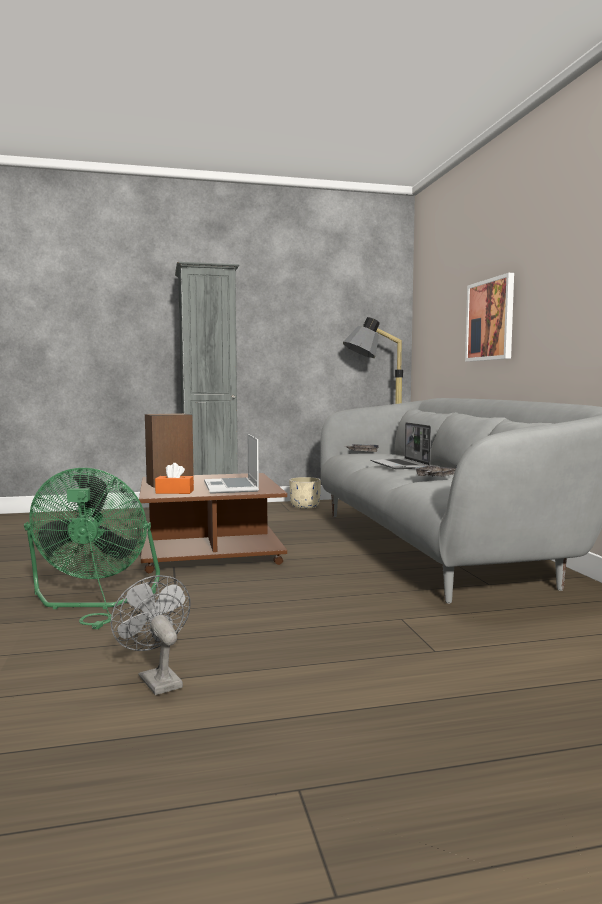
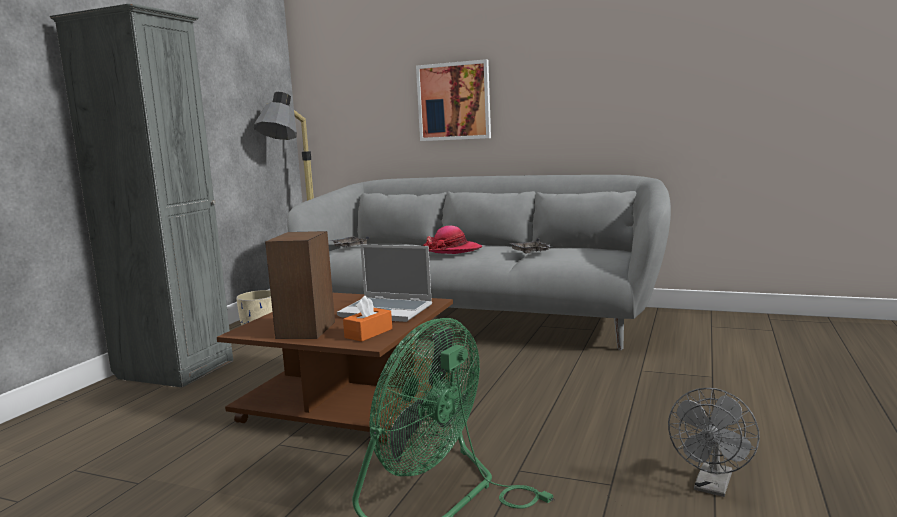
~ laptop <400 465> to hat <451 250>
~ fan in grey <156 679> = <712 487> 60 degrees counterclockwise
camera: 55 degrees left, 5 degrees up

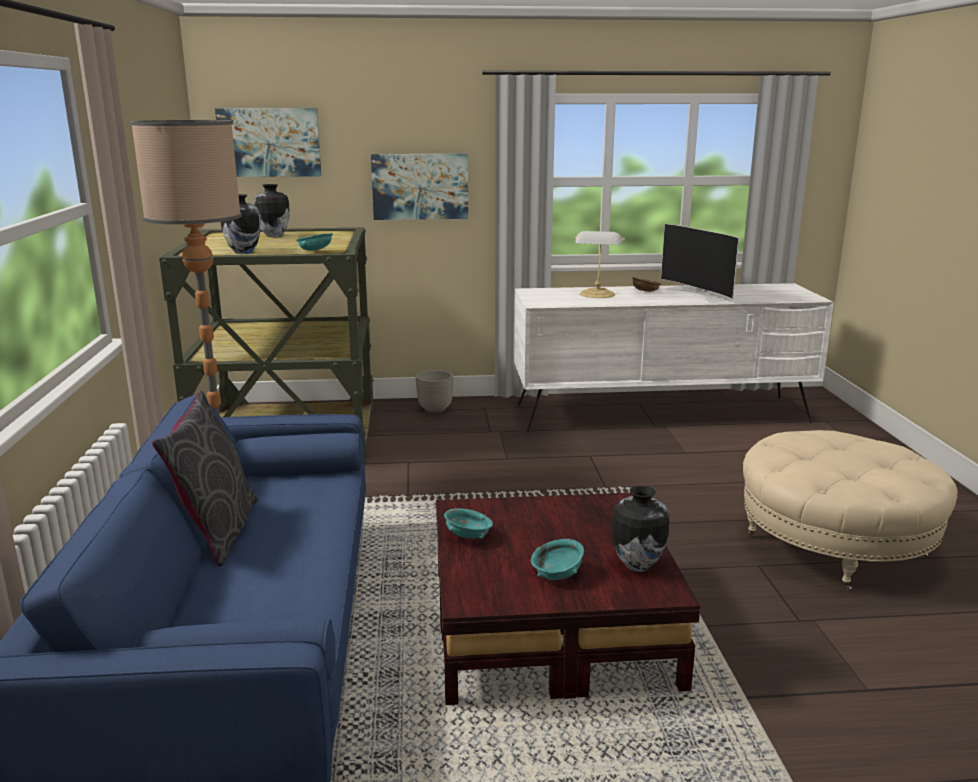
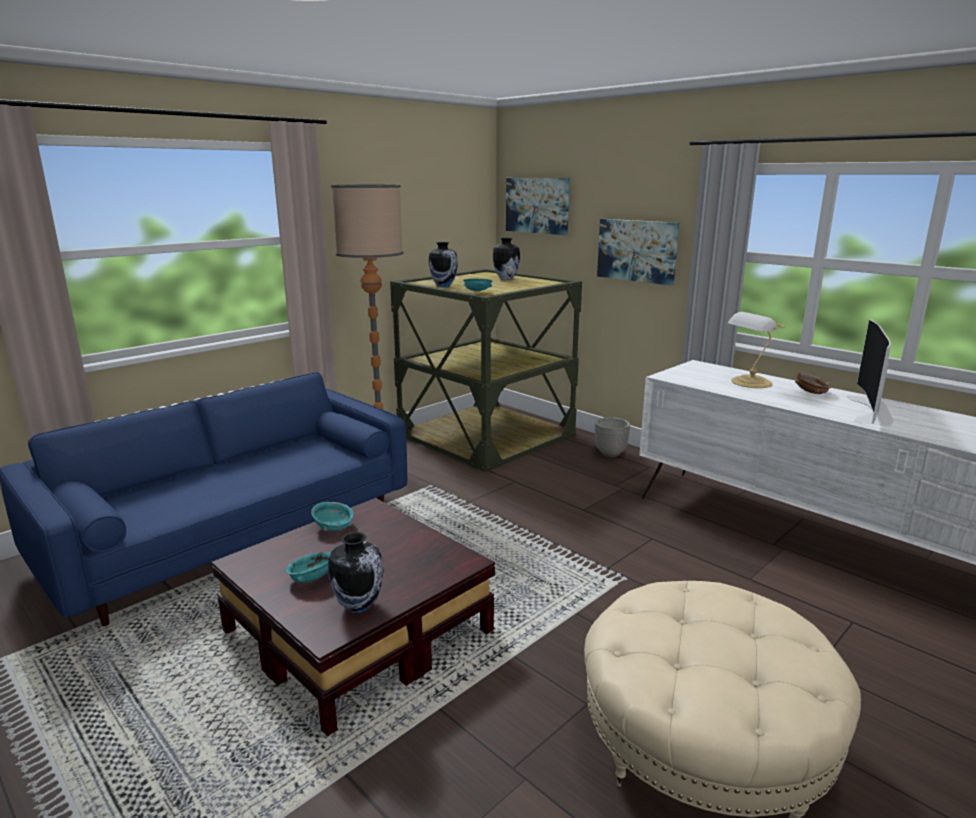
- pillow in grey <217 532>
camera: 50 degrees right, 0 degrees up

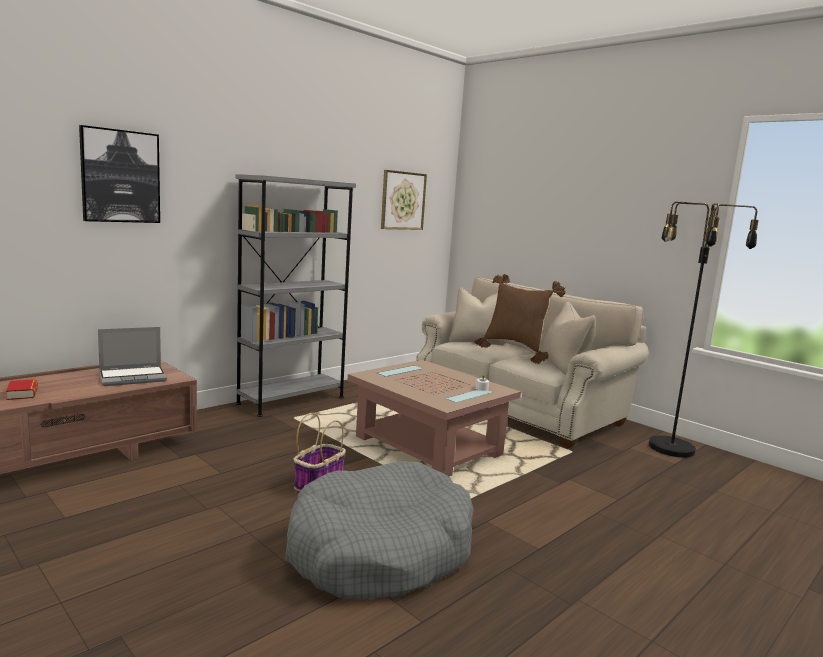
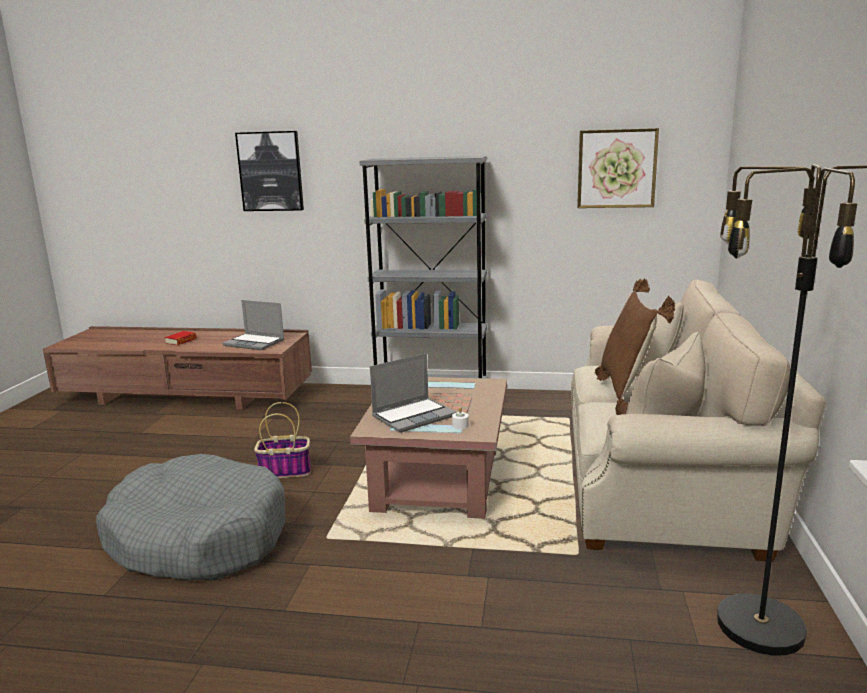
+ laptop <414 416>
camera: 55 degrees right, 5 degrees up

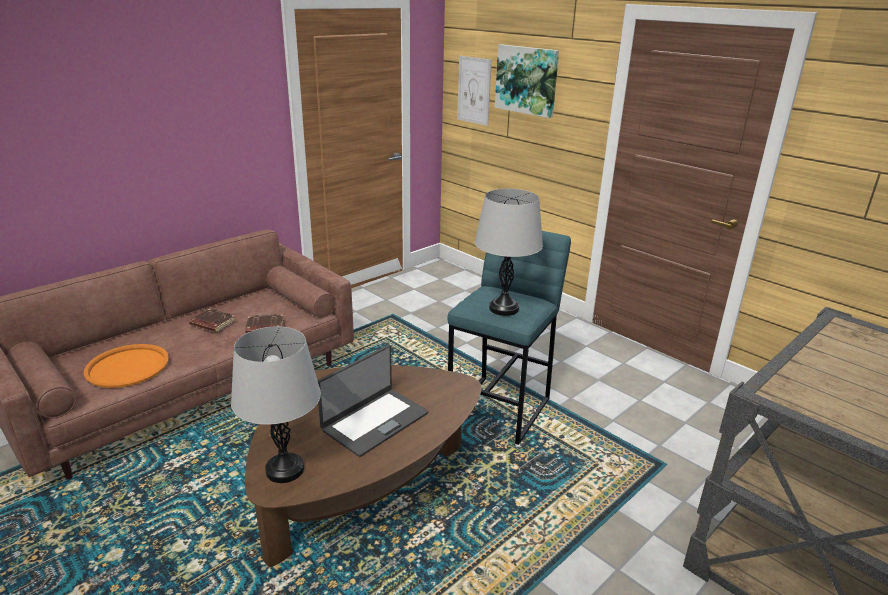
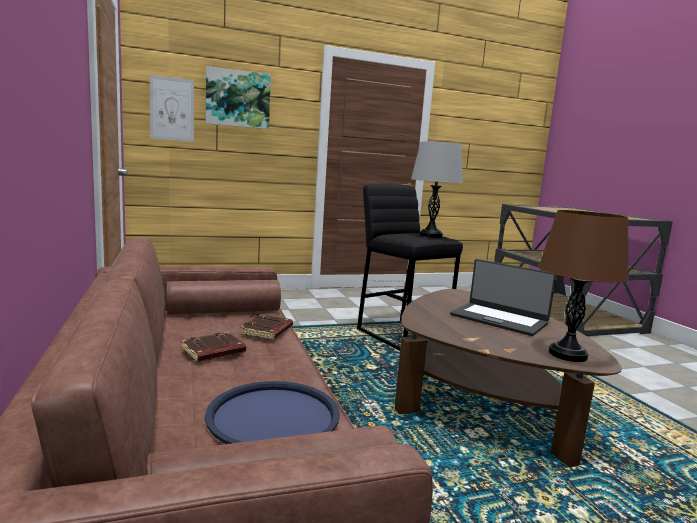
~ tray in orange <127 367> to tray in blue <273 416>
~ table lamp in grey <285 470> to table lamp in brown <567 354>
~ stool in turquoise <500 408> to stool in black <400 335>
~ laptop <374 421> = <499 319> 150 degrees clockwise
camera: 65 degrees left, 15 degrees down

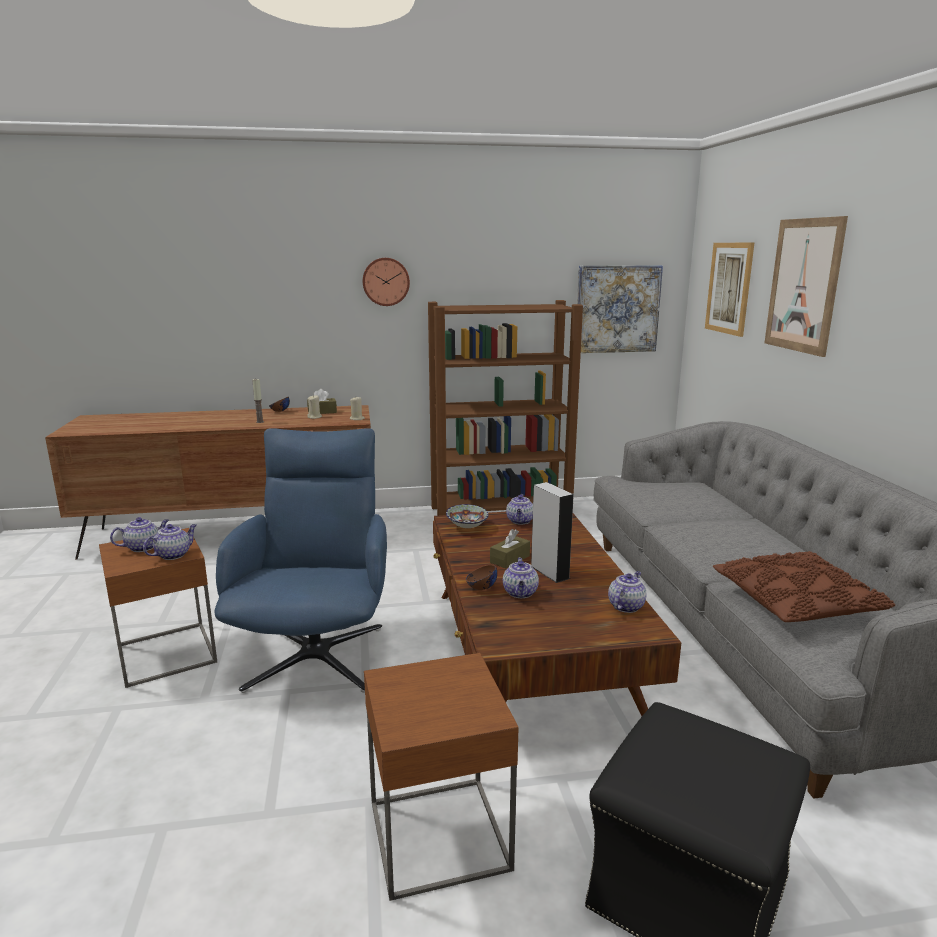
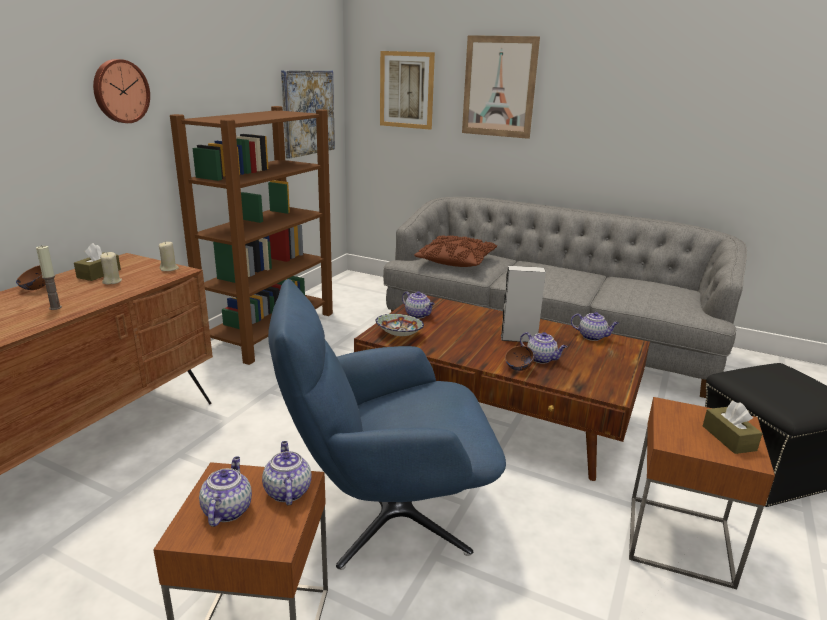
~ tissue box in brown <510 559> to <728 438>
~ pillow in brown <796 603> to <456 261>
~ armchair in blue <318 654> = <390 513> 45 degrees counterclockwise
~ teapot <626 606> = <592 337> 135 degrees clockwise
camera: 55 degrees left, 5 degrees up

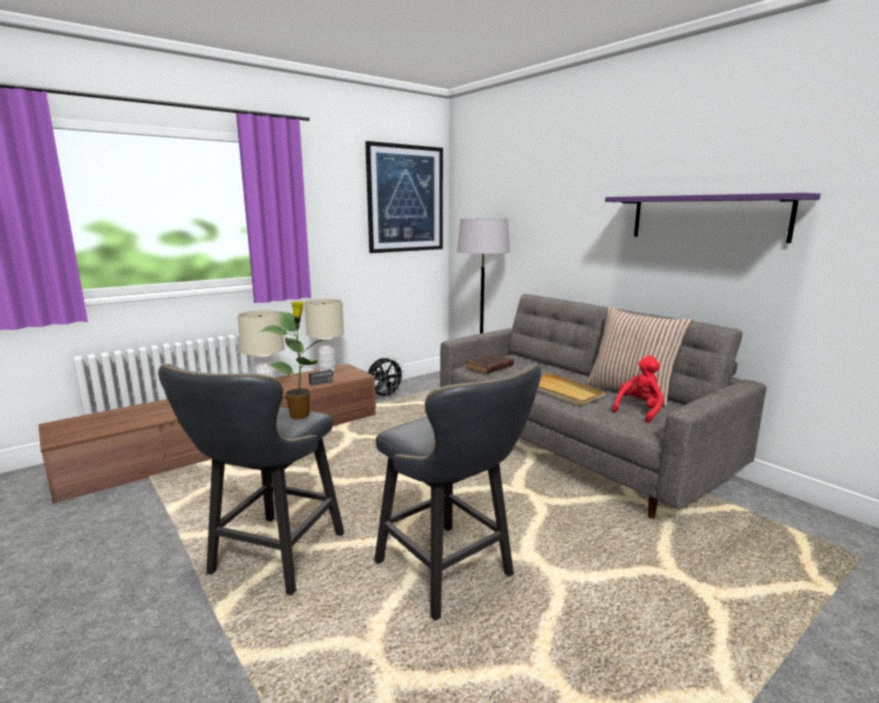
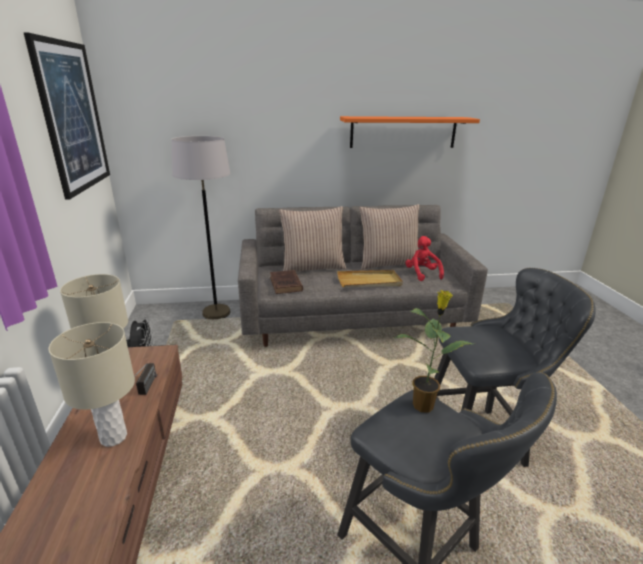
+ pillow <313 267>
~ shelf in purple <706 217> to shelf in orange <403 132>
camera: 60 degrees left, 10 degrees up

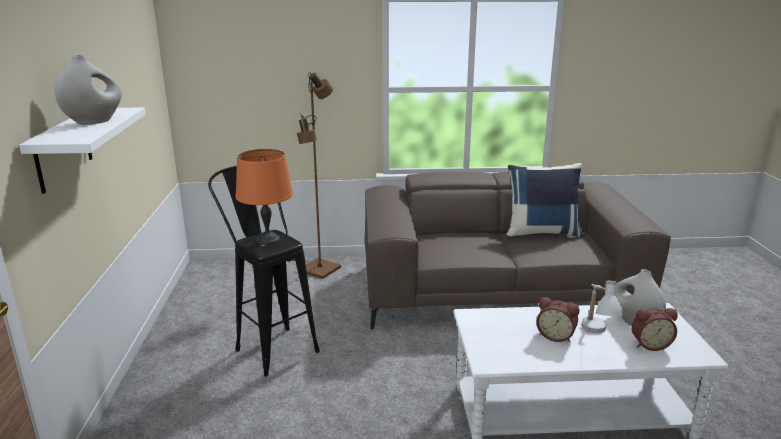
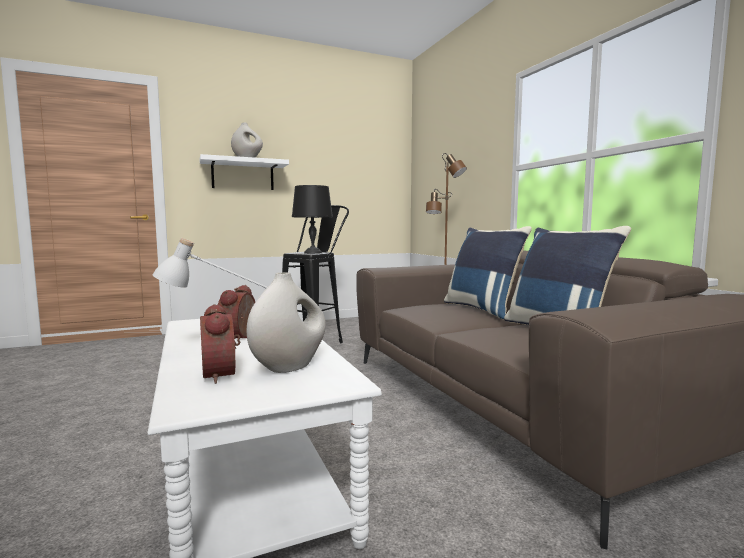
+ pillow in blue <483 309>
~ table lamp in orange <268 240> to table lamp in black <312 253>
camera: 70 degrees right, 15 degrees down

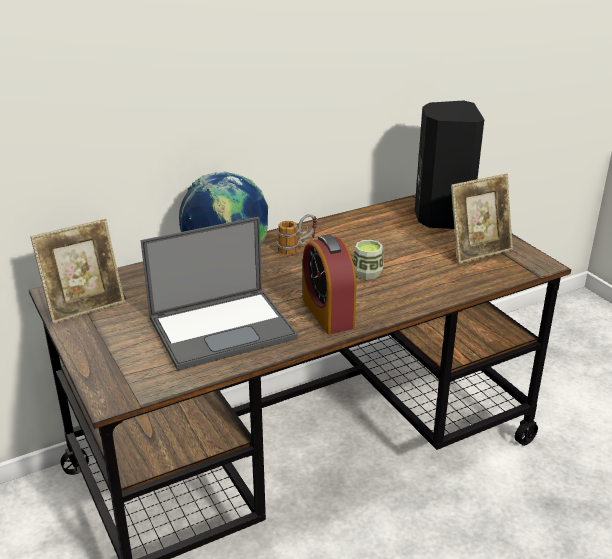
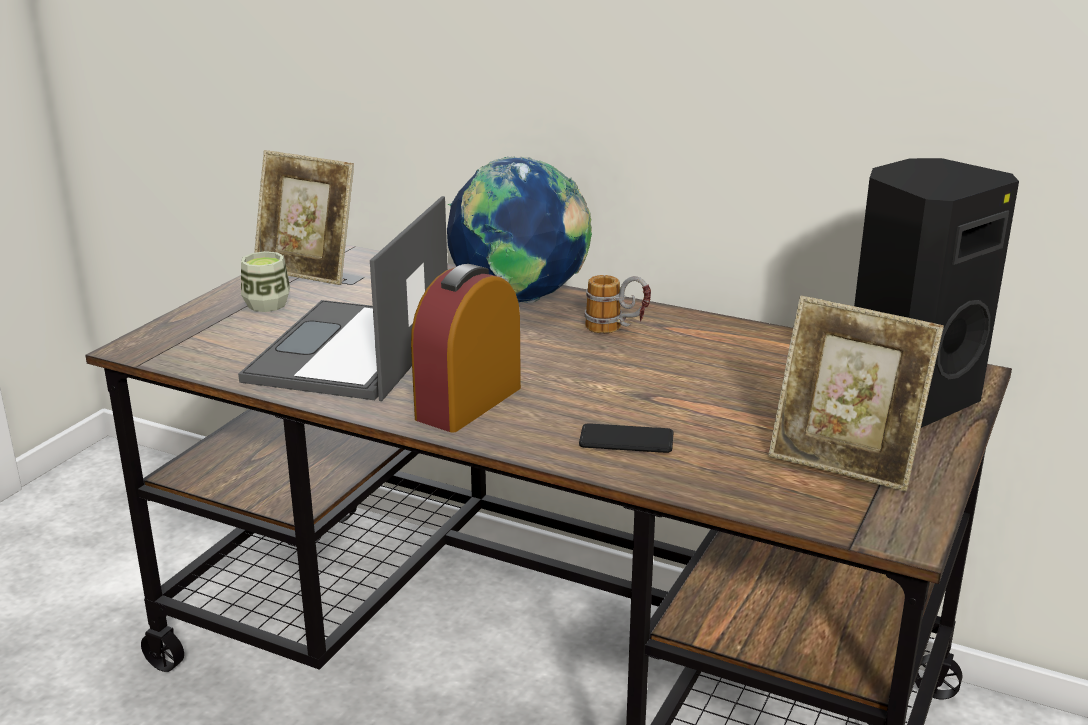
+ phone <626 440>
~ cup <367 273> to <267 304>
~ laptop <223 328> = <350 352> 75 degrees clockwise
camera: 55 degrees right, 5 degrees down

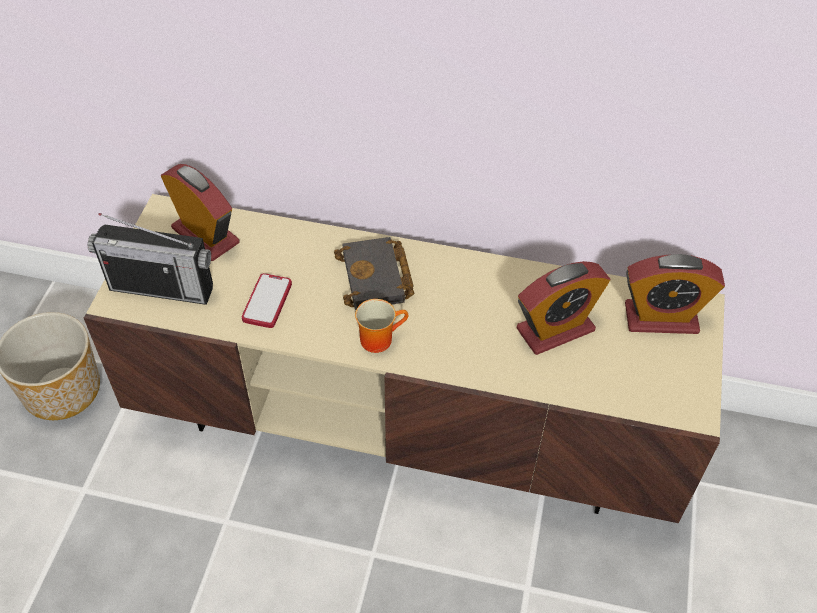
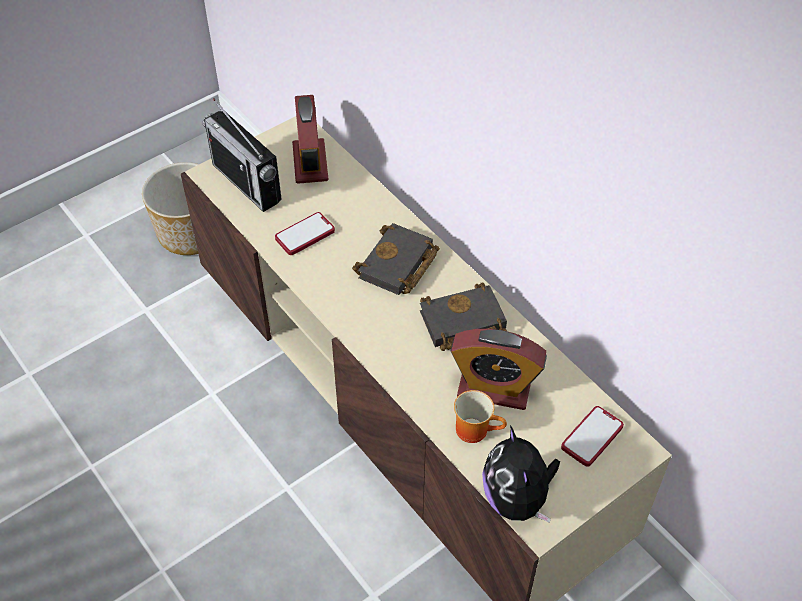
+ book in black <461 324>
+ plush toy <517 499>
~ mug <379 337> to <476 429>
~ alarm clock <661 318> to phone <592 437>
camera: 40 degrees right, 0 degrees up

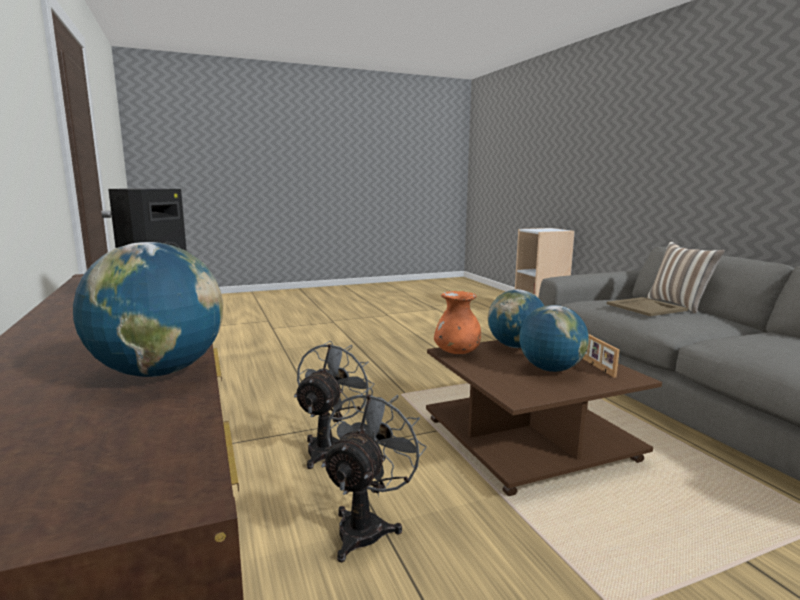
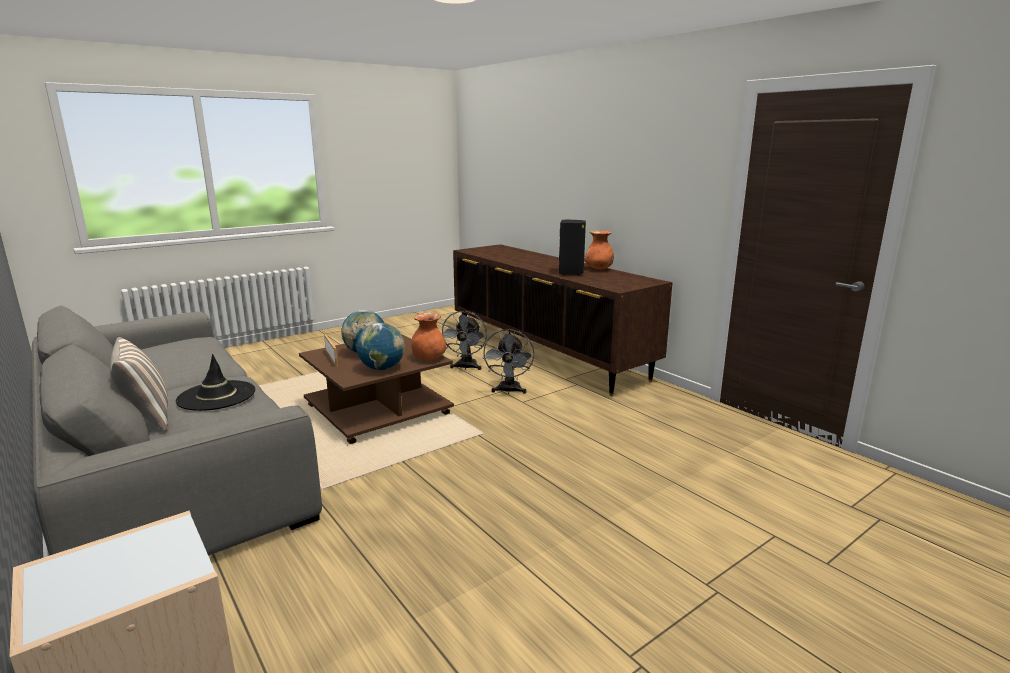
- globe <159 373>
+ vase in orange <598 269>
~ tray in beige <646 307> to hat in black <216 396>
camera: 165 degrees right, 5 degrees up

